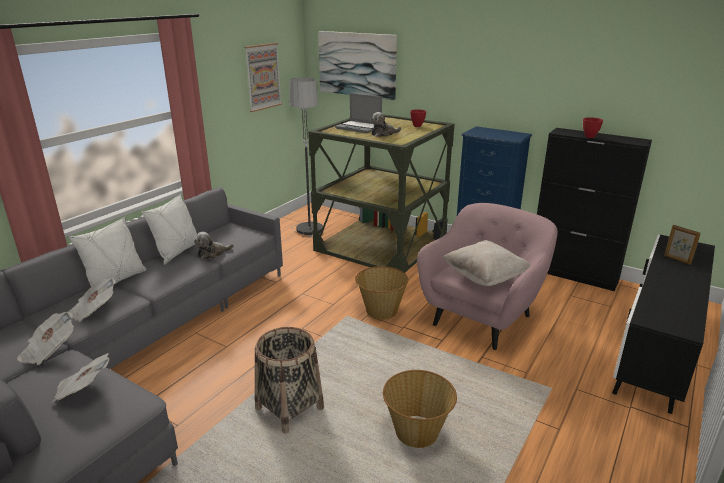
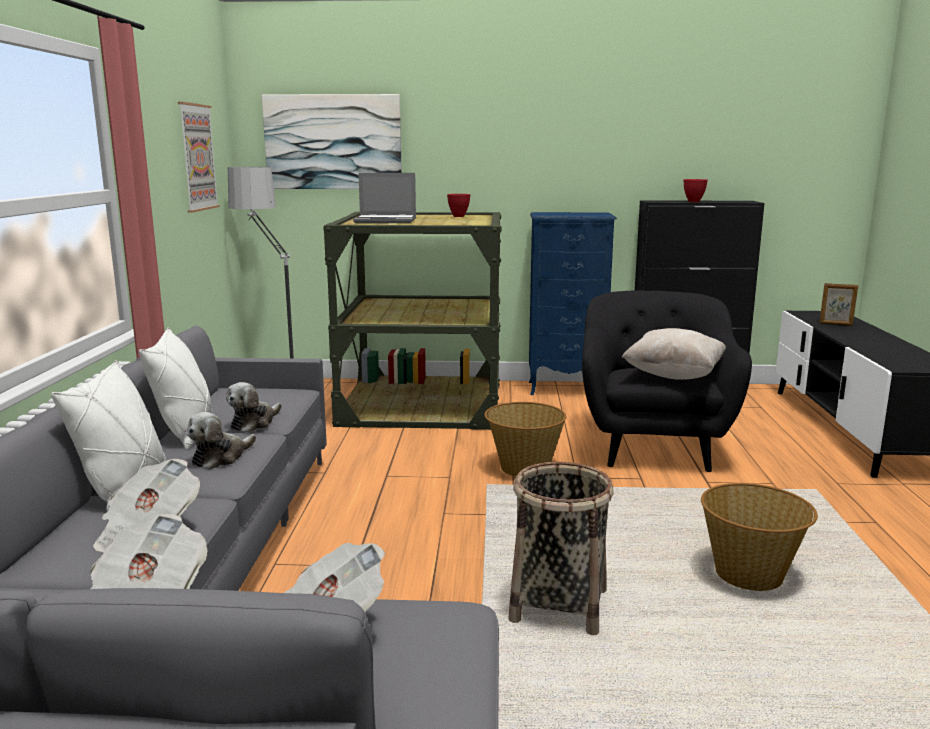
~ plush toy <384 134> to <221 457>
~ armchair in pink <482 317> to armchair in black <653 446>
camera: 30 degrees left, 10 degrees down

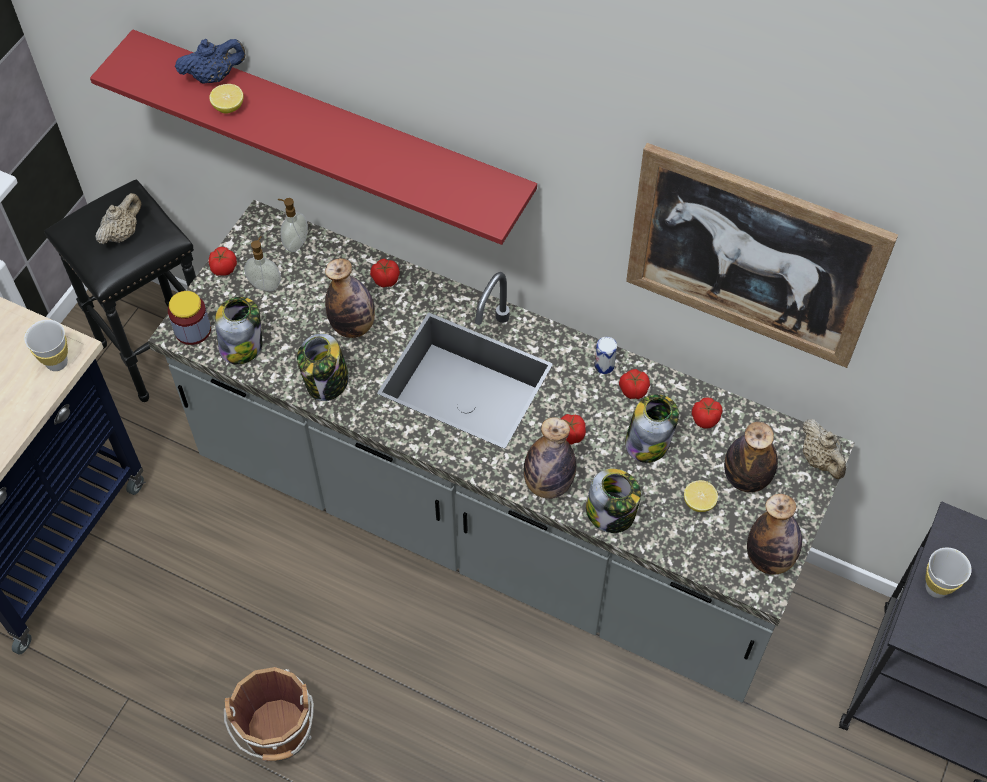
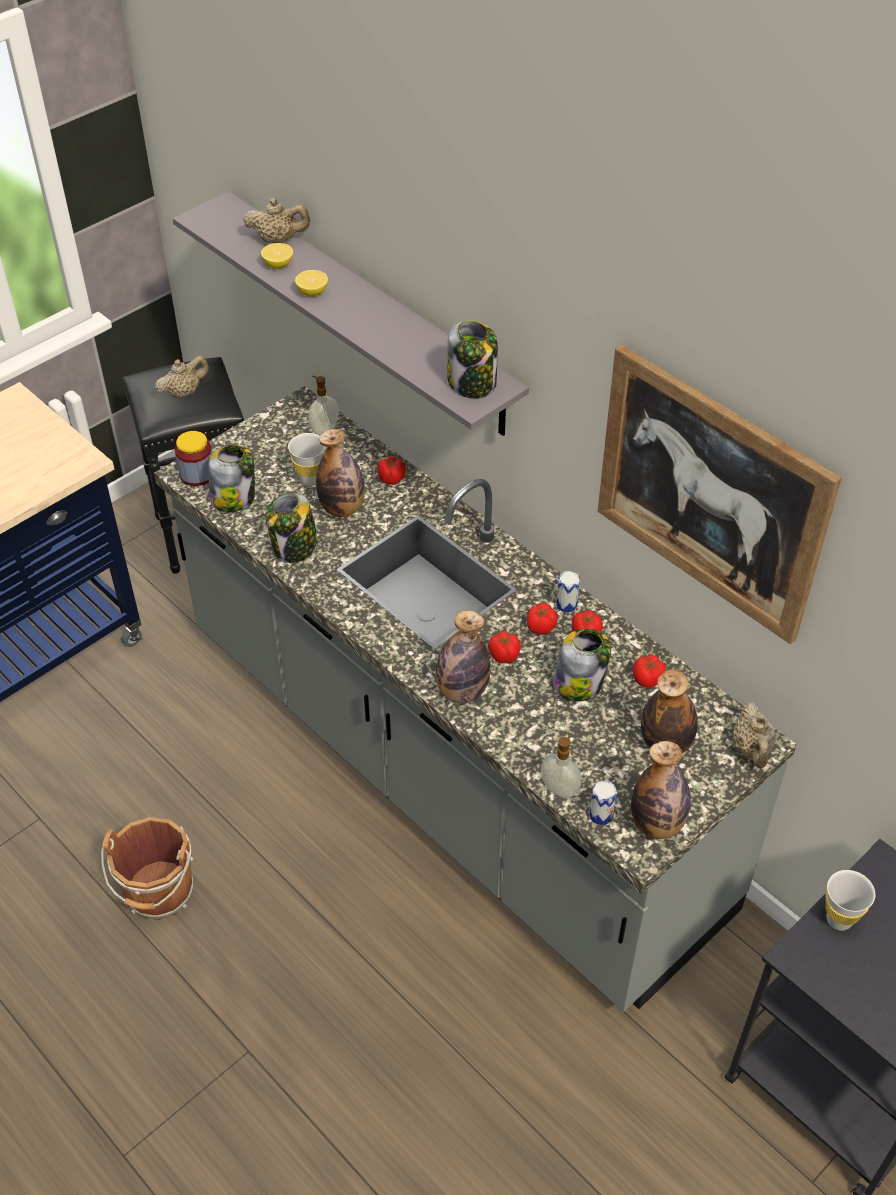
+ can <601 815>
~ cup in white <57 362> to <310 479>
~ tomato <223 268> to <540 627>
~ soap dispenser <265 284> to <560 788>
~ jar <611 513> to <472 383>
~ lemon <699 502> to <312 292>
~ shelf in red <331 130> to shelf in grey <369 312>
~ teapot in blue <214 77> to teapot in beige <278 240>
camera: 20 degrees right, 10 degrees down

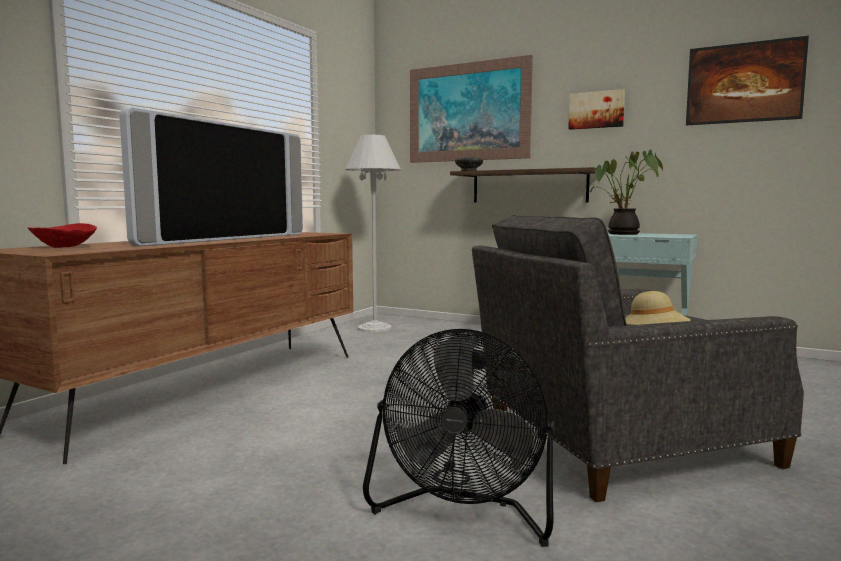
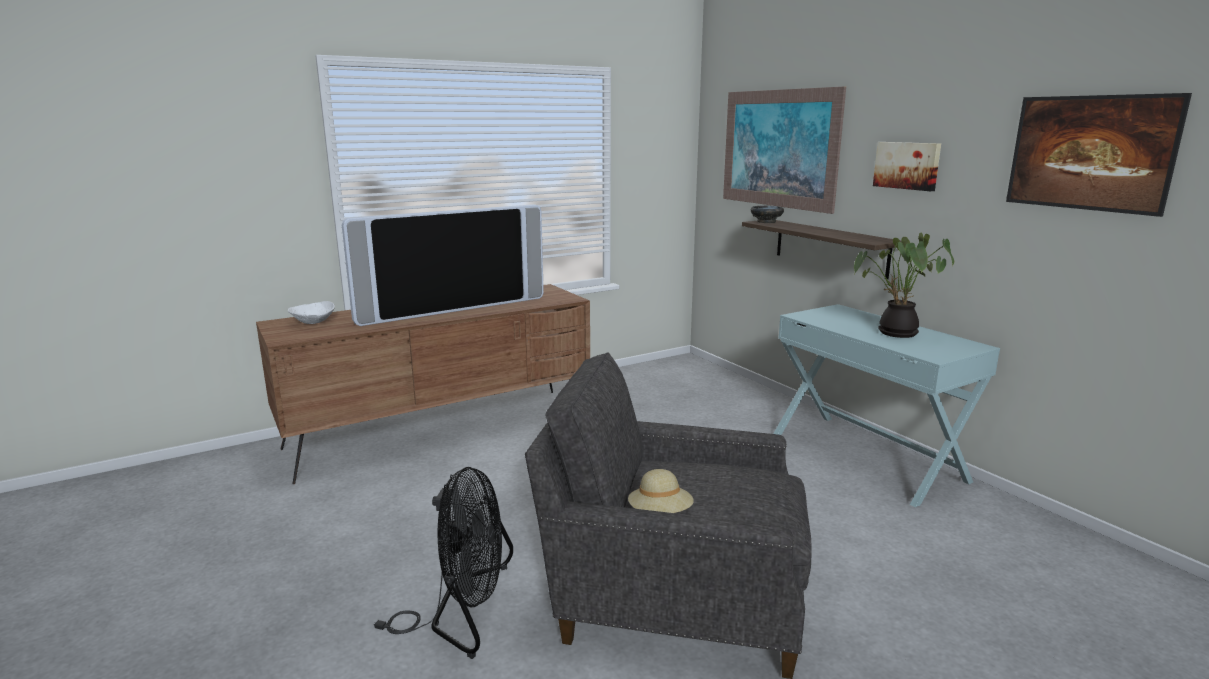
- floor lamp in white <374 328>
~ bowl in red <65 247> to bowl in white <314 322>
~ fan in black <459 509> = <461 610> 135 degrees counterclockwise
camera: 30 degrees right, 10 degrees up

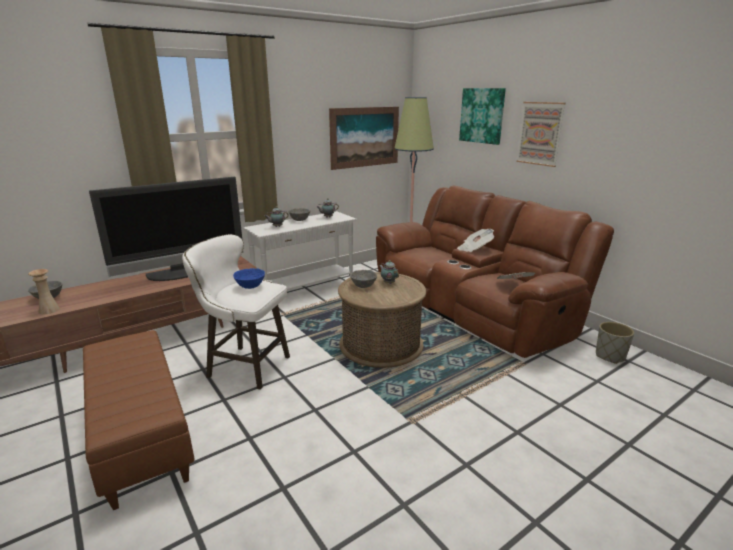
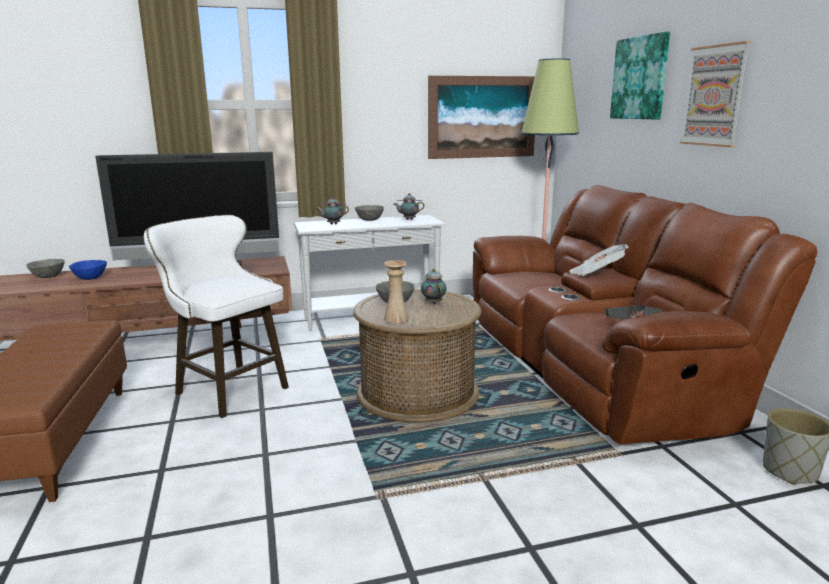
~ vase in beige <49 310> to <396 319>
~ bowl in blue <250 286> to <90 278>
camera: 20 degrees right, 5 degrees down

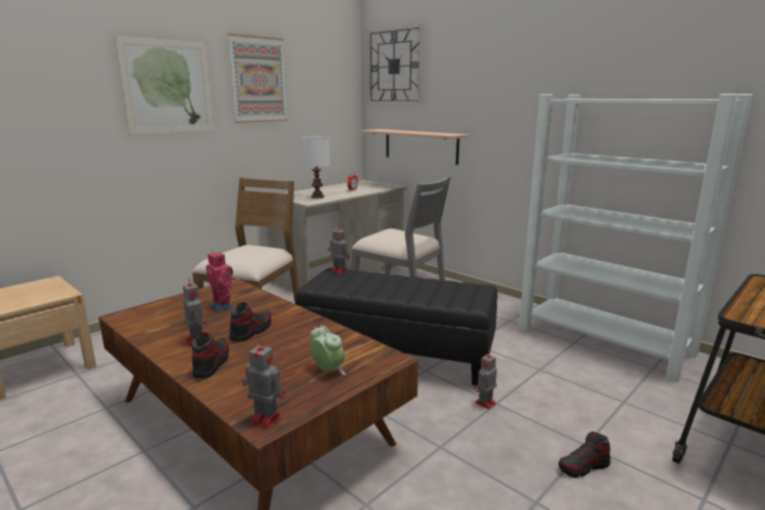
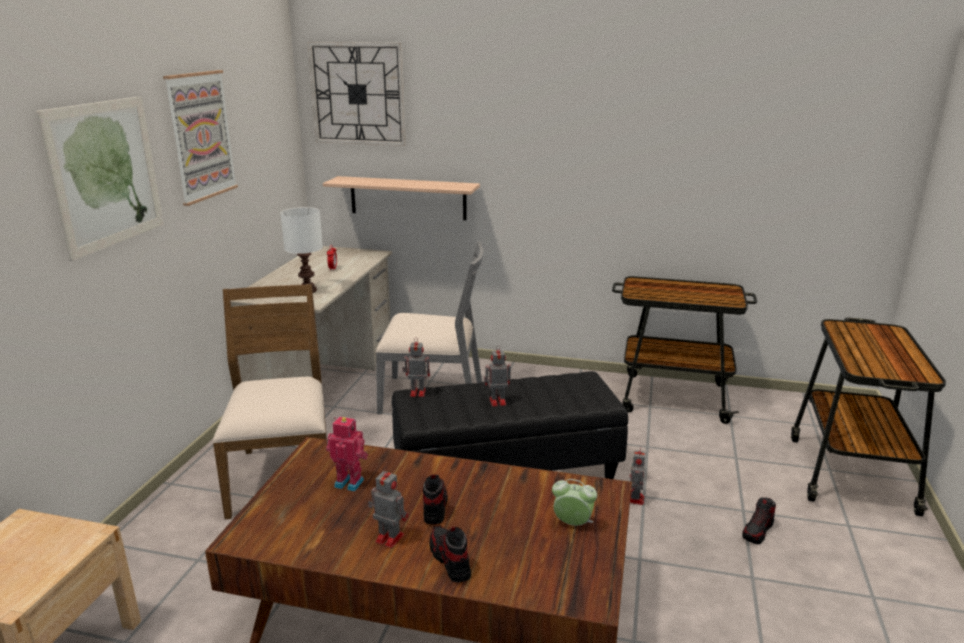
~ toy robot <265 419> to <496 402>
~ bookcase in white <604 341> to cart <672 397>
camera: 30 degrees left, 5 degrees up

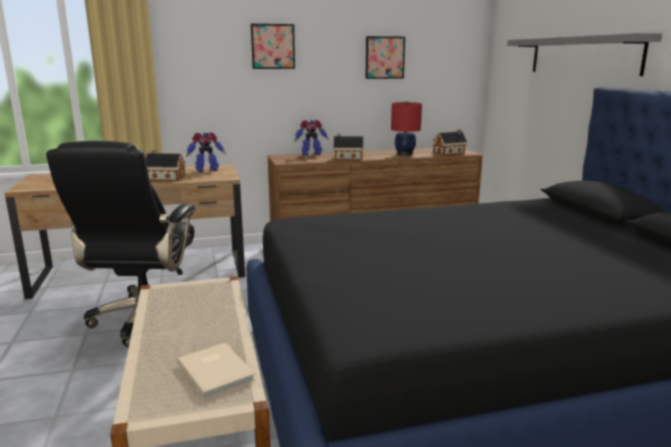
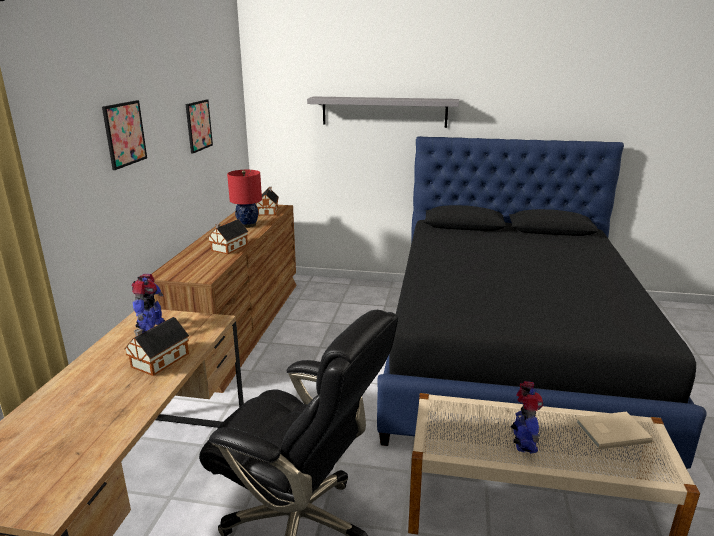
~ toy robot <311 154> to <523 442>
camera: 65 degrees left, 5 degrees up

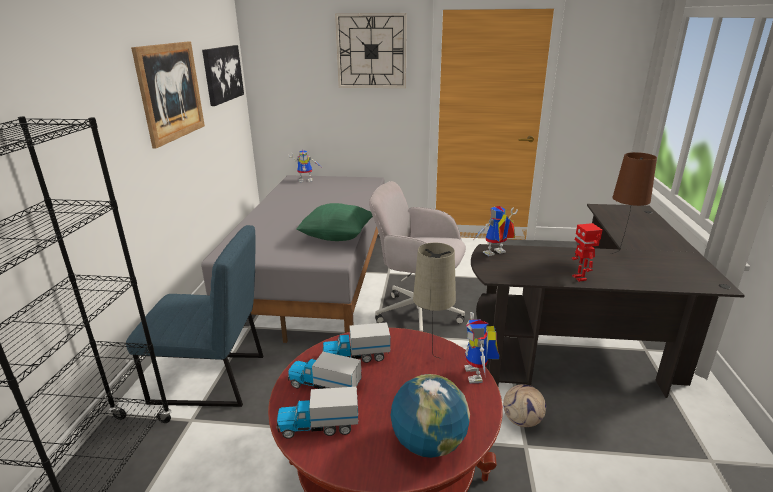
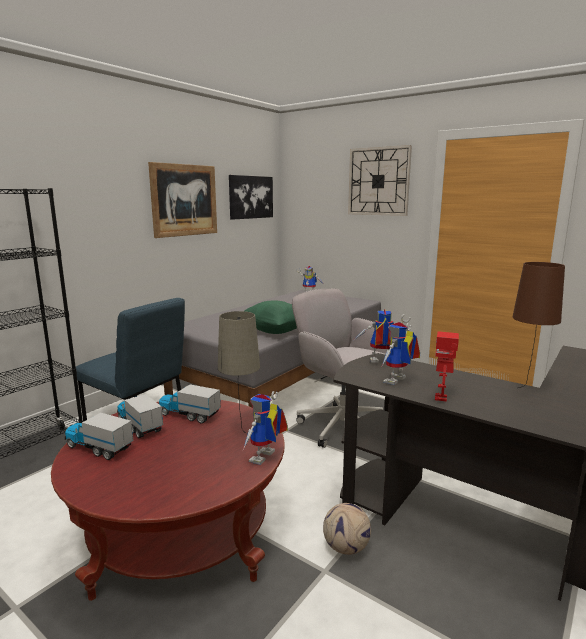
- globe <428 443>
+ toy robot <397 382>
camera: 30 degrees right, 10 degrees down

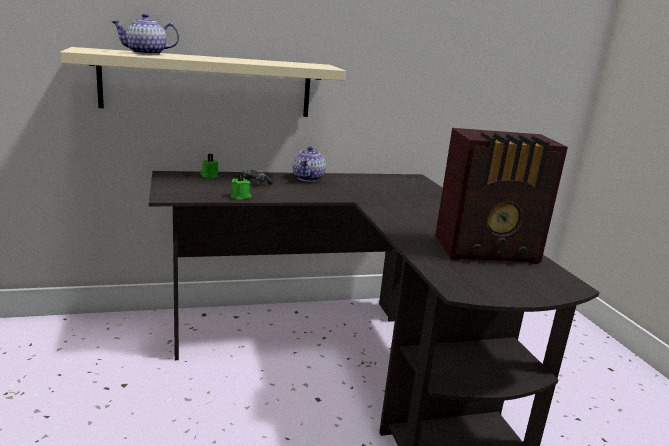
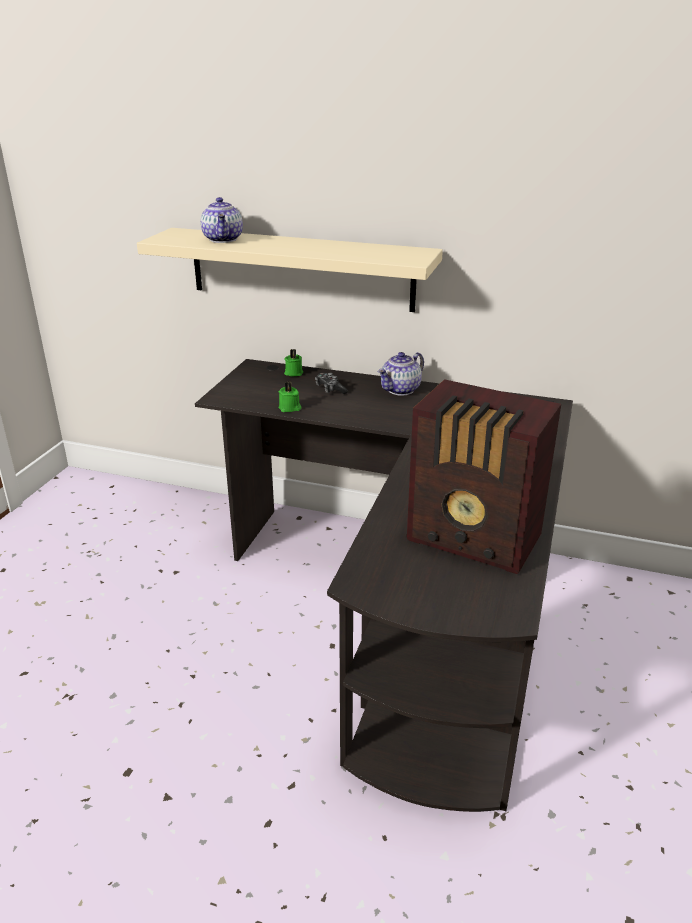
~ teapot <146 53> = <224 239> 120 degrees counterclockwise
camera: 35 degrees right, 10 degrees up

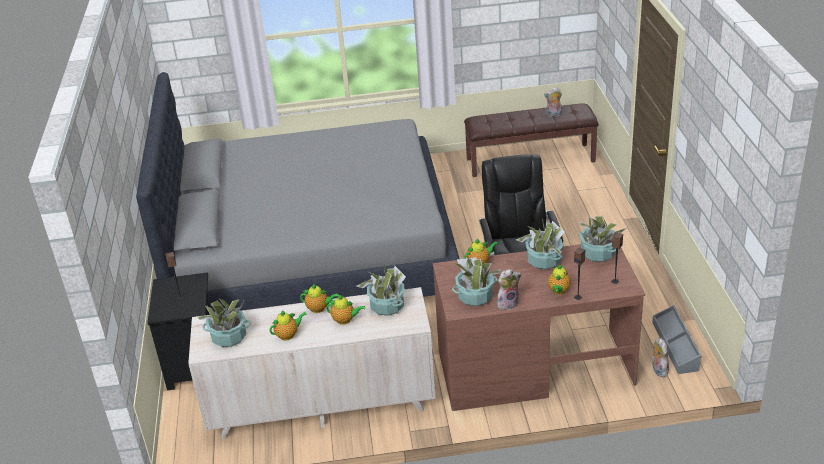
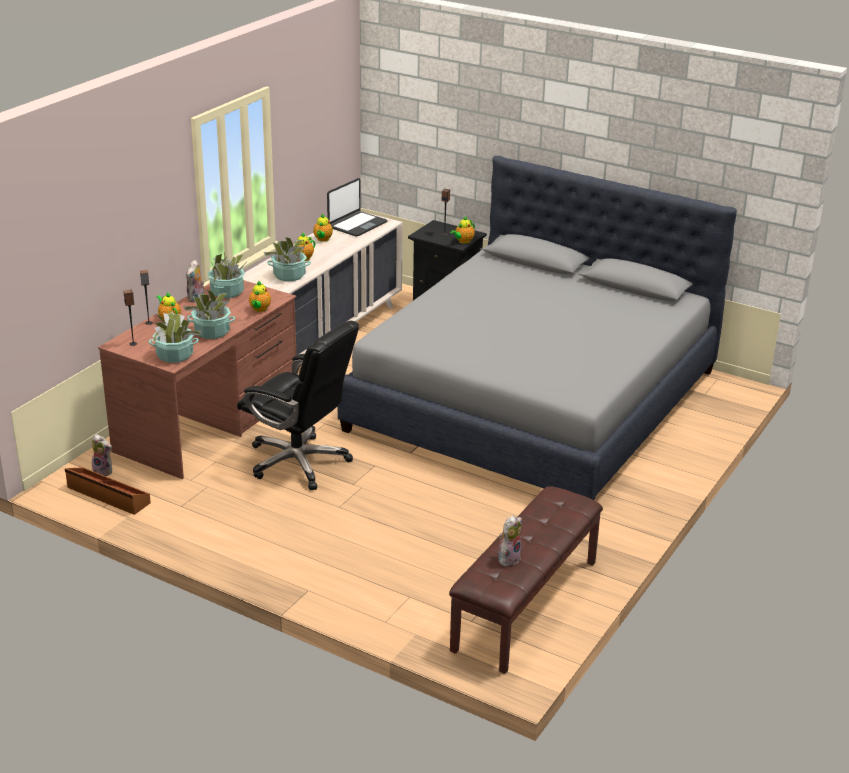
~ teapot <319 309> to <463 241>
~ potted plant <229 337> to laptop <357 224>
~ storage box in grey <676 346> to storage box in brown <107 496>
camera: 125 degrees right, 5 degrees down

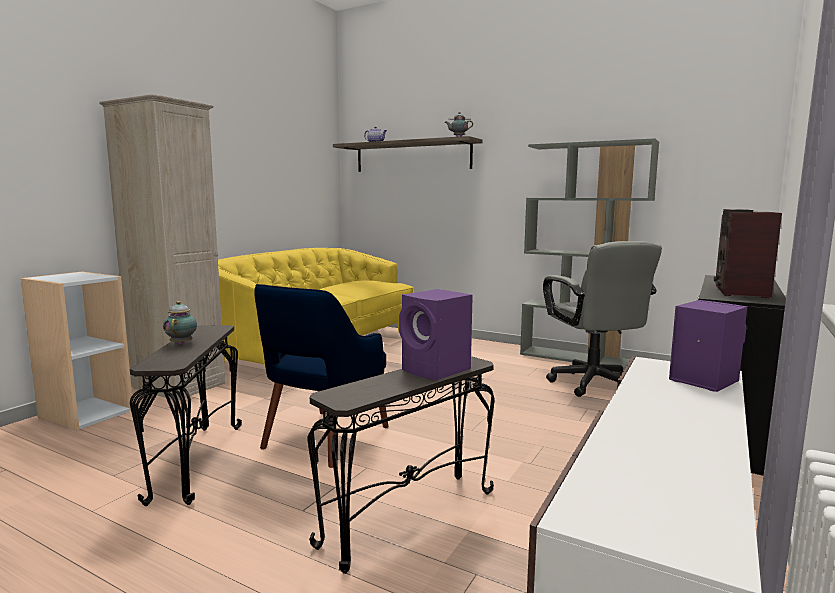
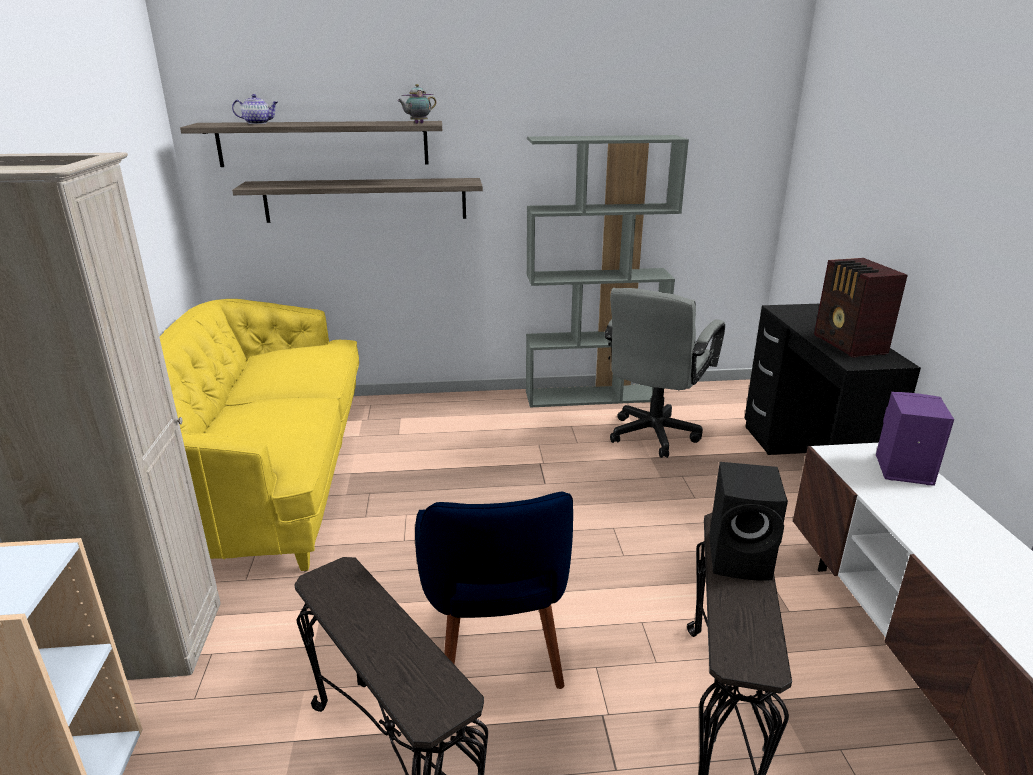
- teapot <182 343>
+ shelf <366 200>
~ speaker in purple <437 370> to speaker in black <742 558>
~ office chair in grey <594 386> = <652 438> 75 degrees clockwise
camera: 35 degrees left, 15 degrees up

